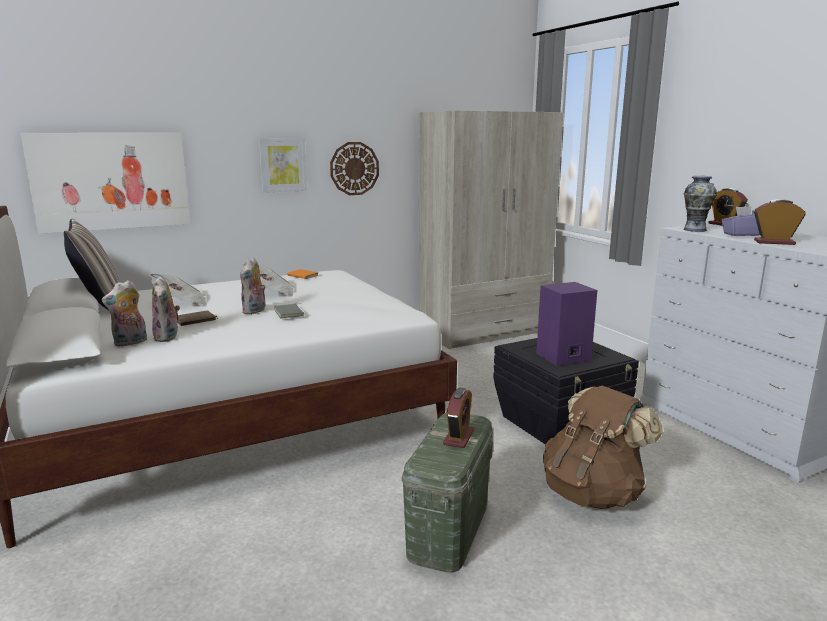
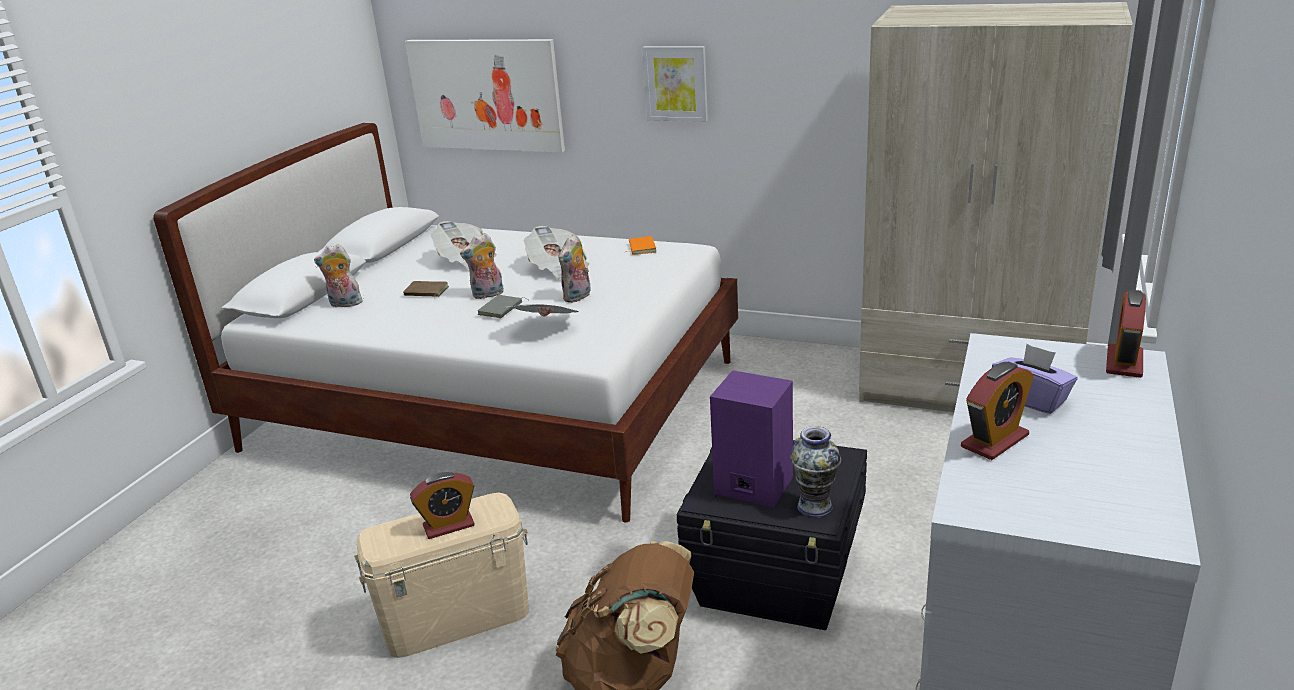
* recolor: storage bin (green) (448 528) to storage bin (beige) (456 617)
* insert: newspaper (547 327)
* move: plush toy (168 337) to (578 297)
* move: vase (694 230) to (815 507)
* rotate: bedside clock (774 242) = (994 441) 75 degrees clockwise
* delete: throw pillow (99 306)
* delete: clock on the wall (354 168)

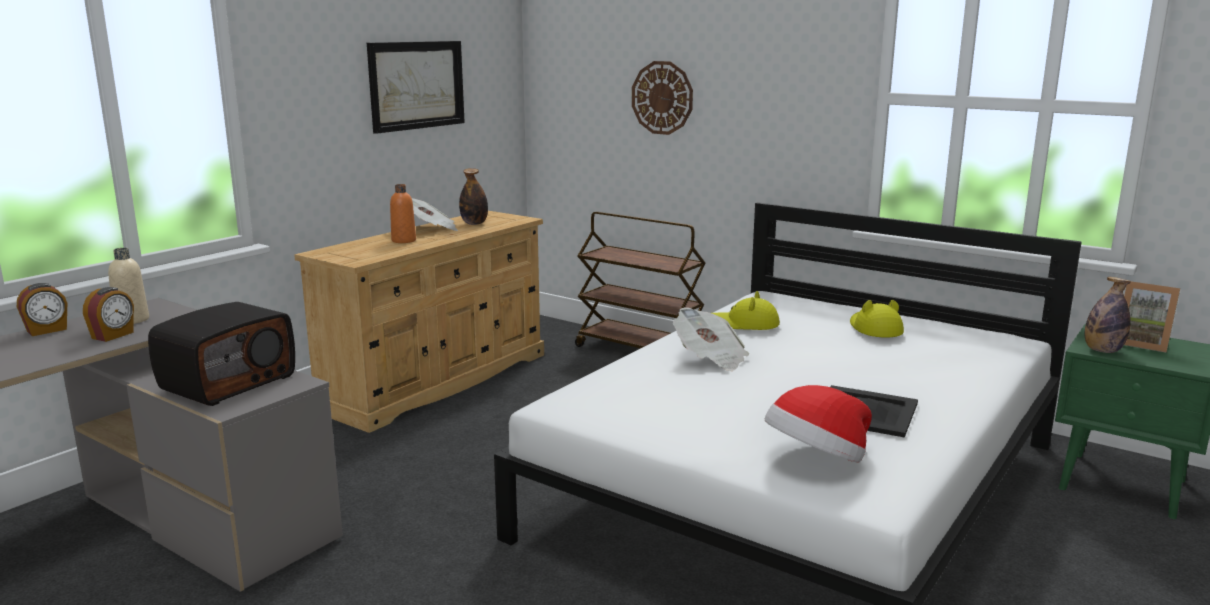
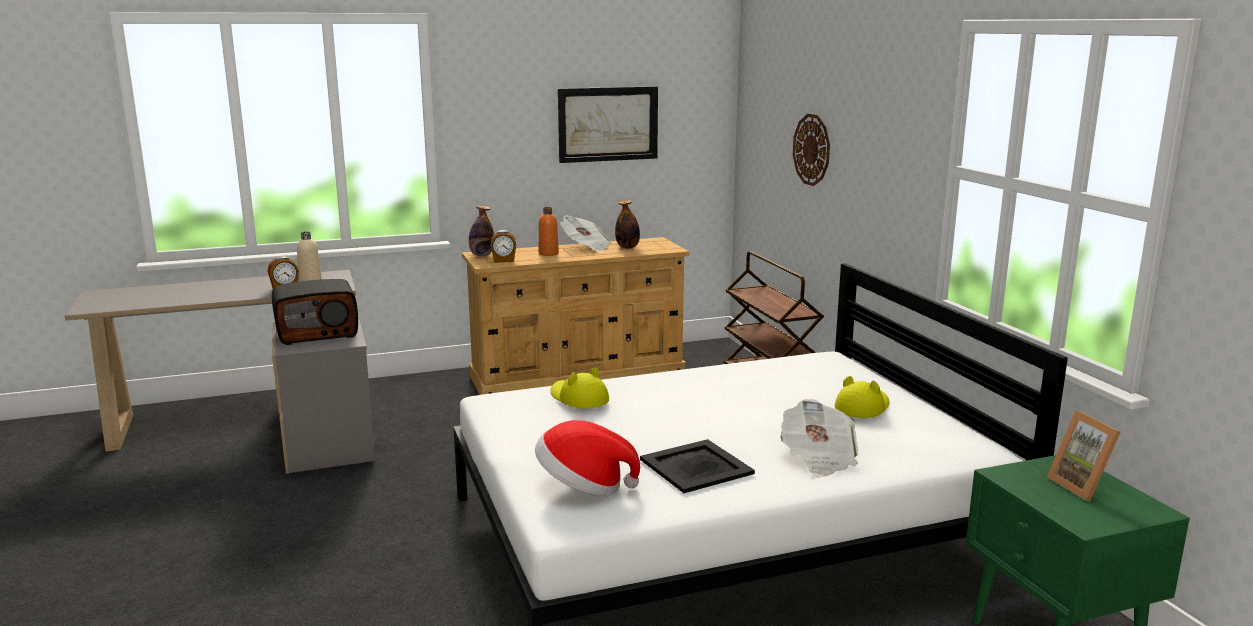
* move: beverage bottle (1102 351) to (481 255)
* move: bedside clock (47 330) to (503 261)
* move: hat (yellowish) (743 324) to (578 398)
* move: newspaper (710 358) to (818 458)

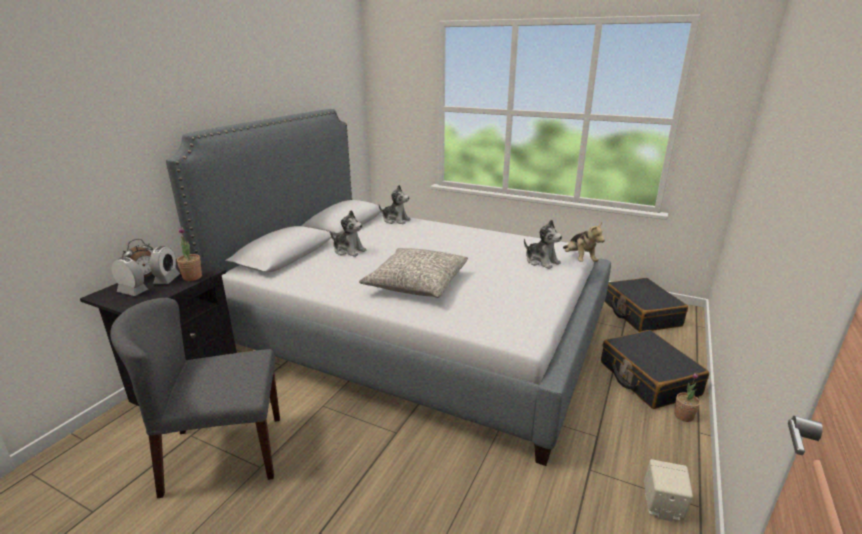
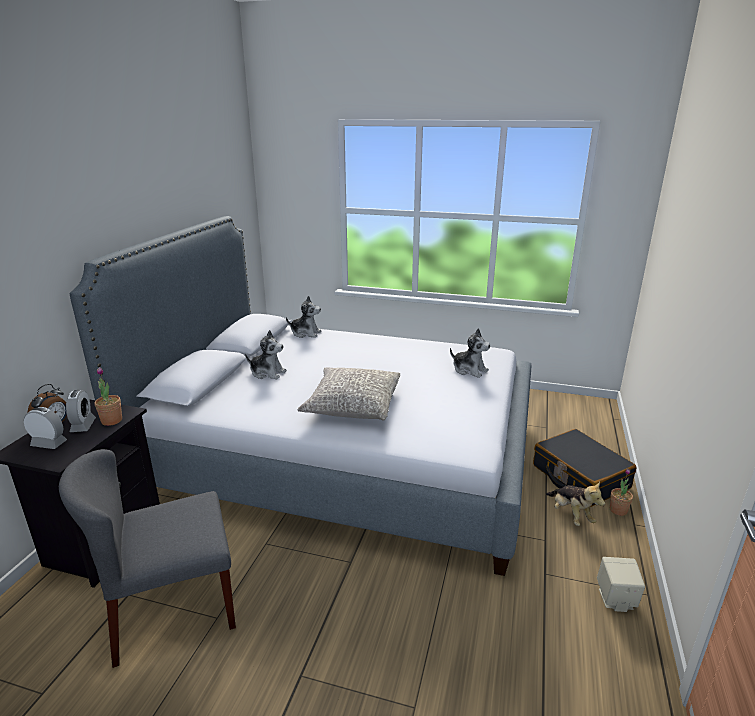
* move: plush toy (579 259) to (570 515)
* delete: piece of luggage (black-coloured) (640 313)

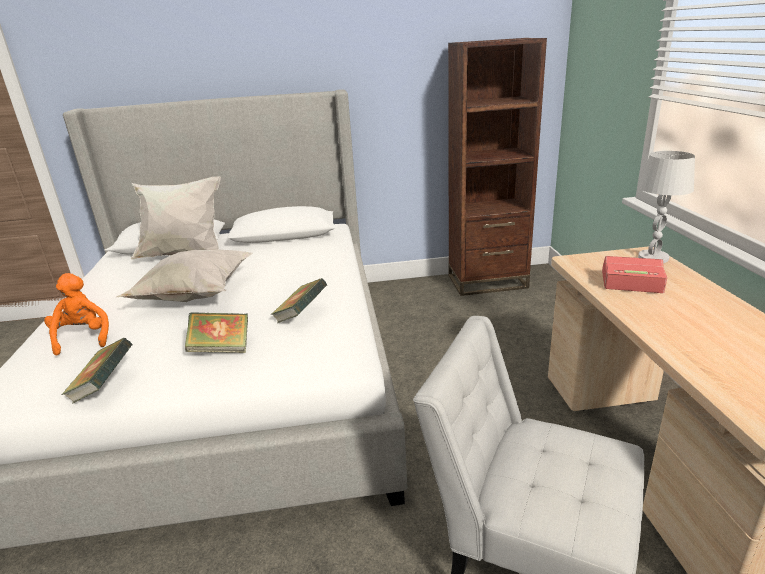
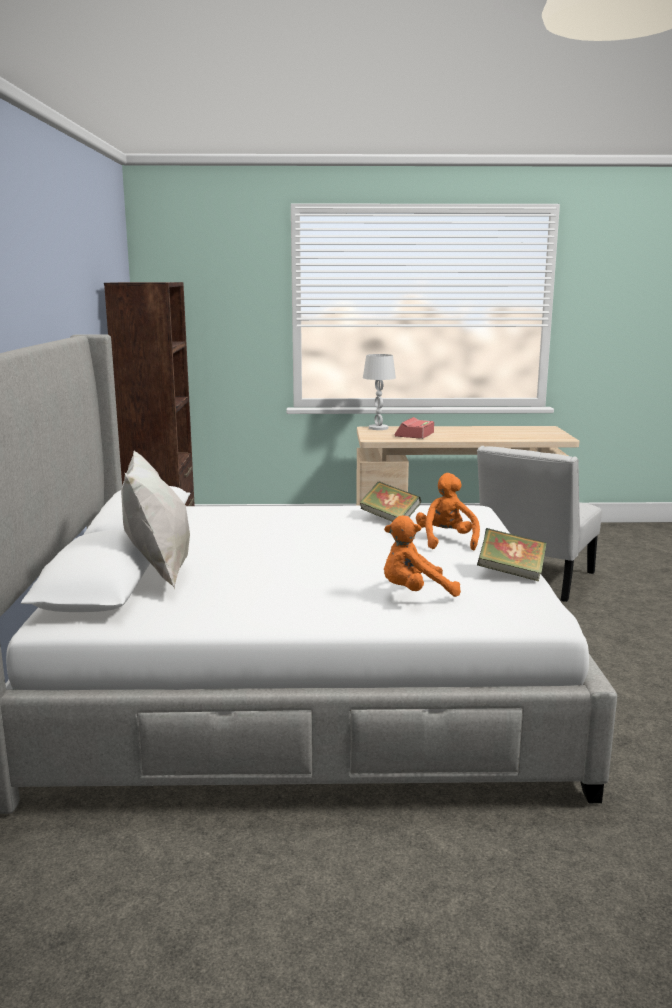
* replace: bound book (221 348) to plush toy (orange) (446 541)
* delete: throw pillow (white) (194 296)

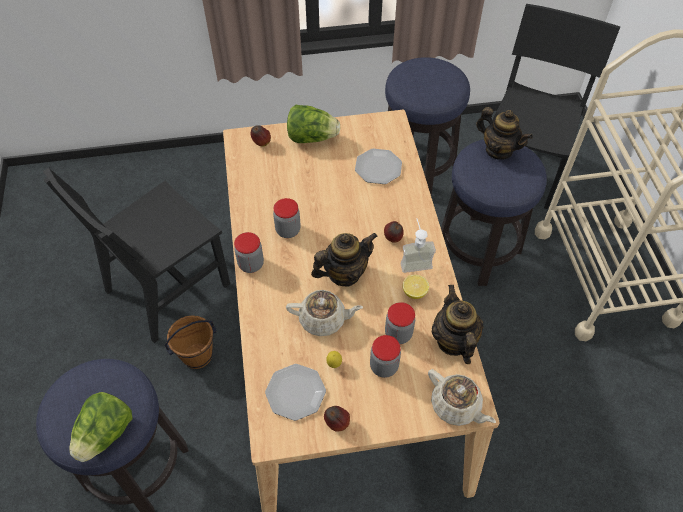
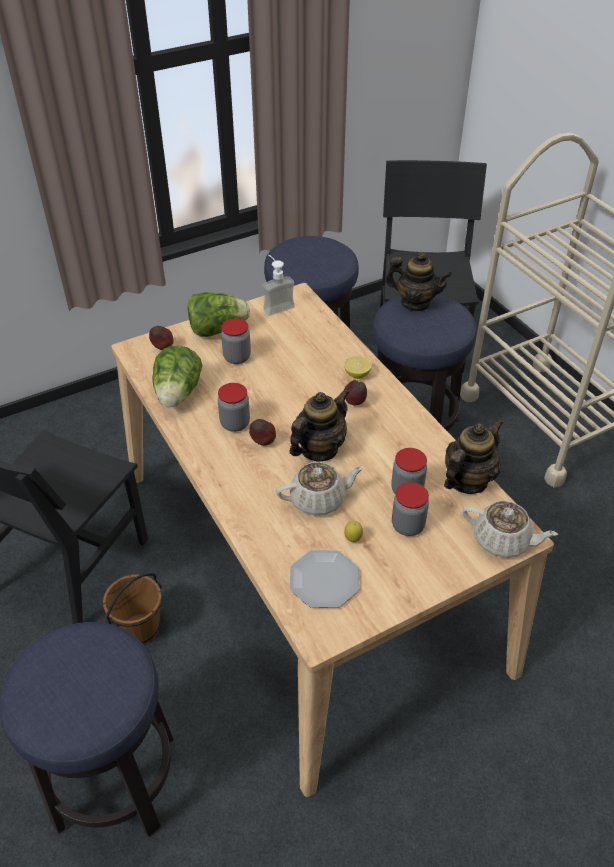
* move: lettuce head (106 434) to (178 394)
* move: preserve jar (251 264) to (237 357)
* move: whole apple (337 424) to (263 442)
* move: soap bottle (414 261) to (276 305)
* move: whole lemon (414 292) to (357 374)
* rotate: pot for tea (453 341) = (467 480) 75 degrees clockwise
* delete: flat dish (378 167)

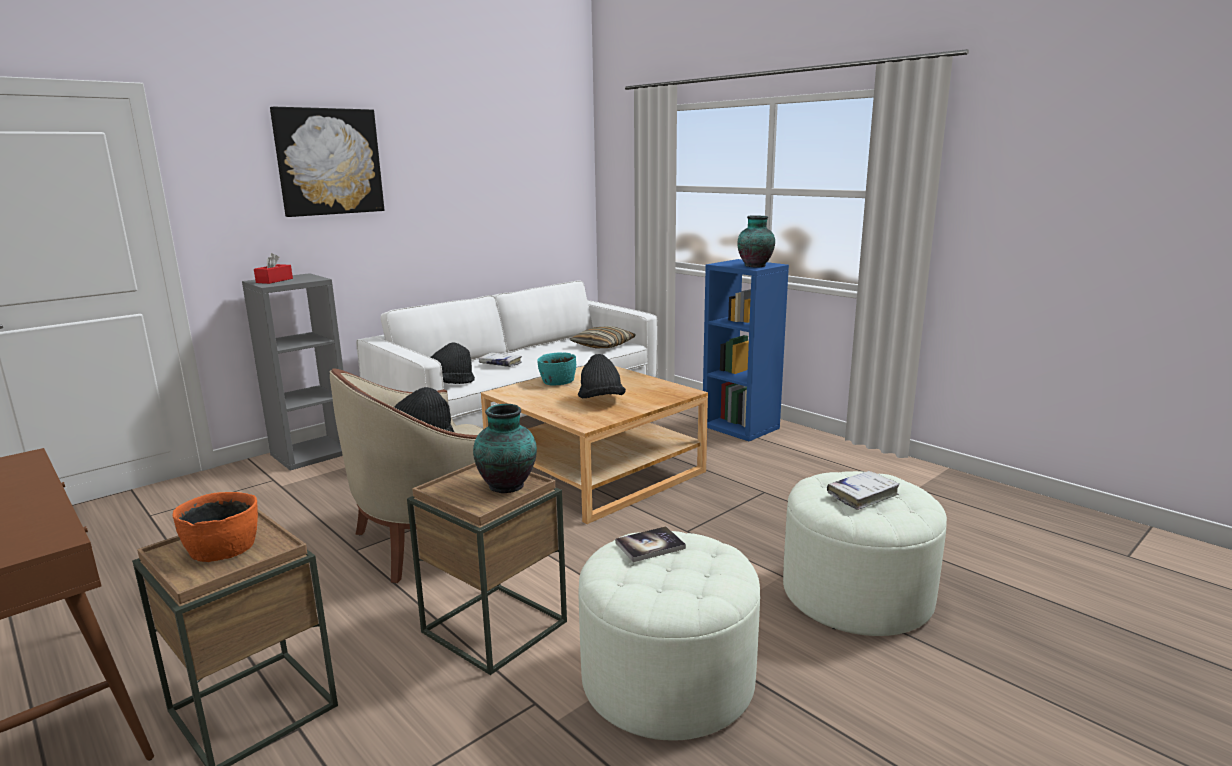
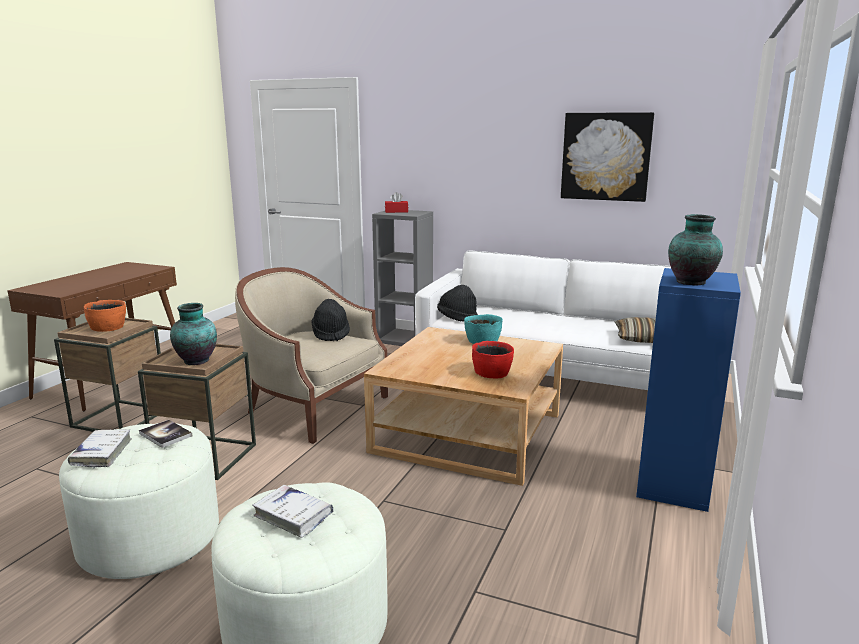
* move: bound book (white) (500 364) to (102 453)
* insert: deep dish (red) (492 372)
* move: wall picture (329 162) to (606 156)
* delete: hat (black-coloured) (601 401)

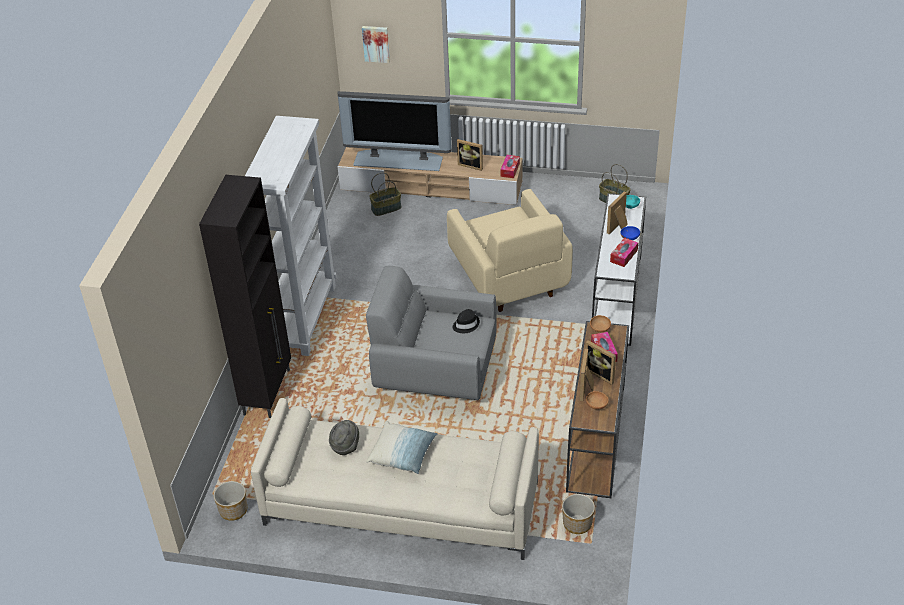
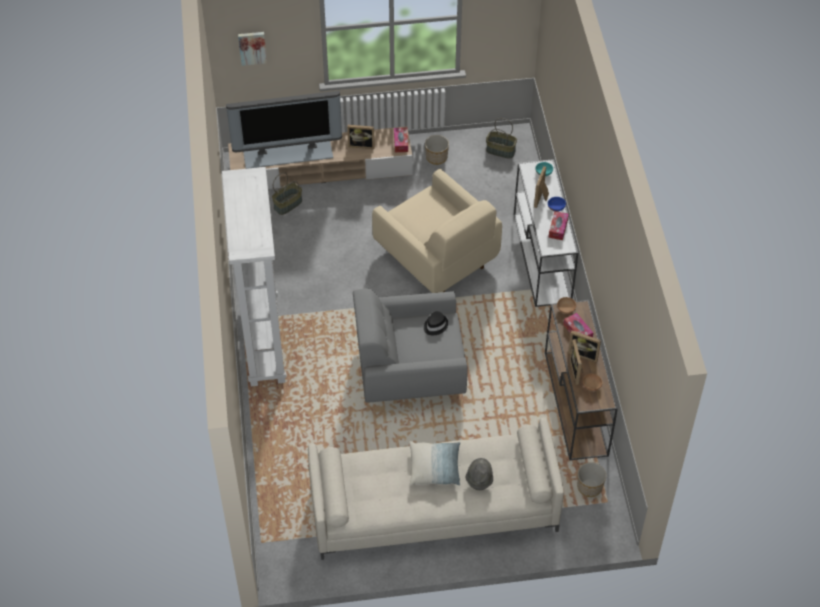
* move: planter (233 510) to (436 158)
* move: hat (gray) (345 446) to (479 480)
* delete: storage cabinet (black-coloured) (268 391)

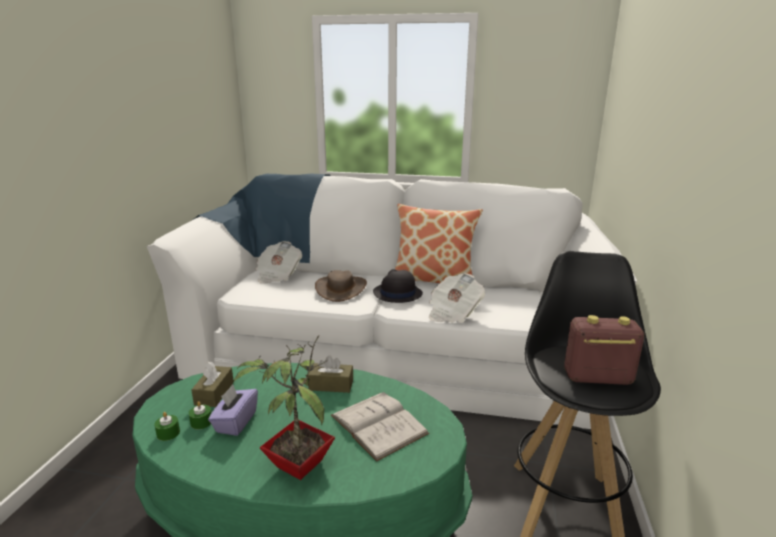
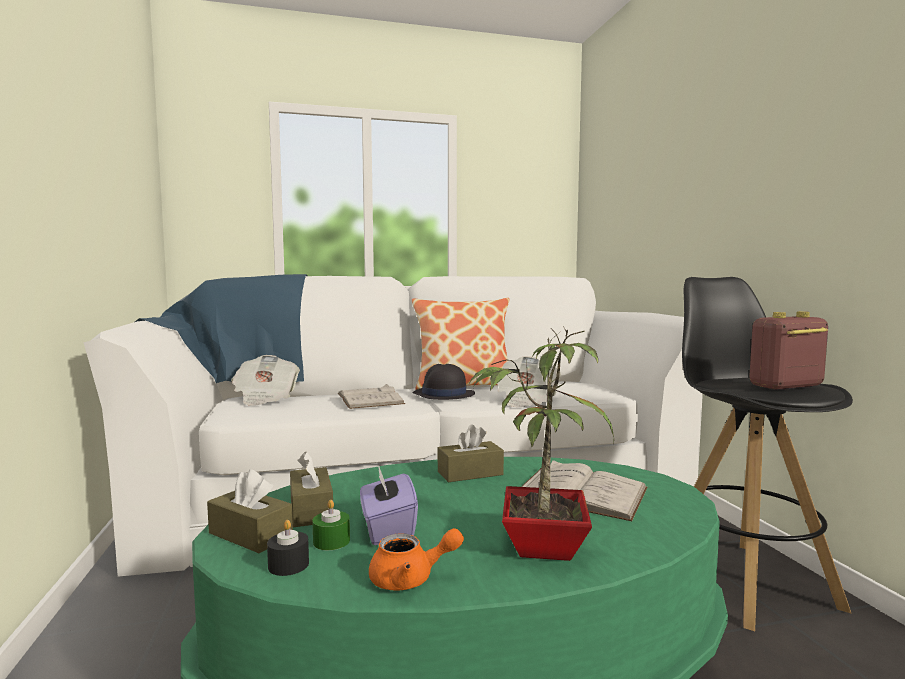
* insert: tissue holder (brownish) (250 535)
* recolor: candle (green) (168 433) to candle (black-coloured) (288 565)
* replace: hat (brownish) (341 289) to bound book (white) (369 398)
* insert: pot for tea (orange) (410 579)

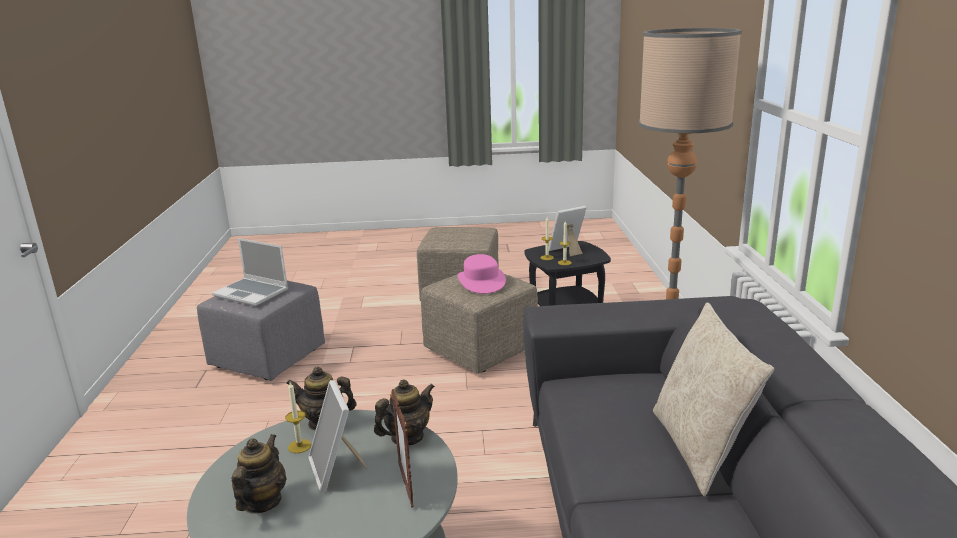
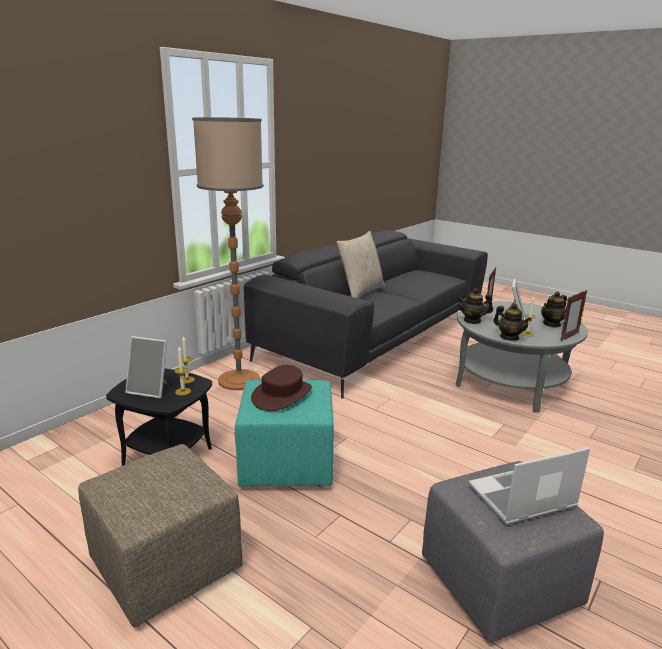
* recolor: footrest (beige) (480 351) to footrest (blue-green) (288 463)
* recolor: hat (pinkish) (481 281) to hat (brownish) (282 395)
* rotate: laptop (252 293) = (521 498) 90 degrees counterclockwise
* insert: photo frame (569 337)

